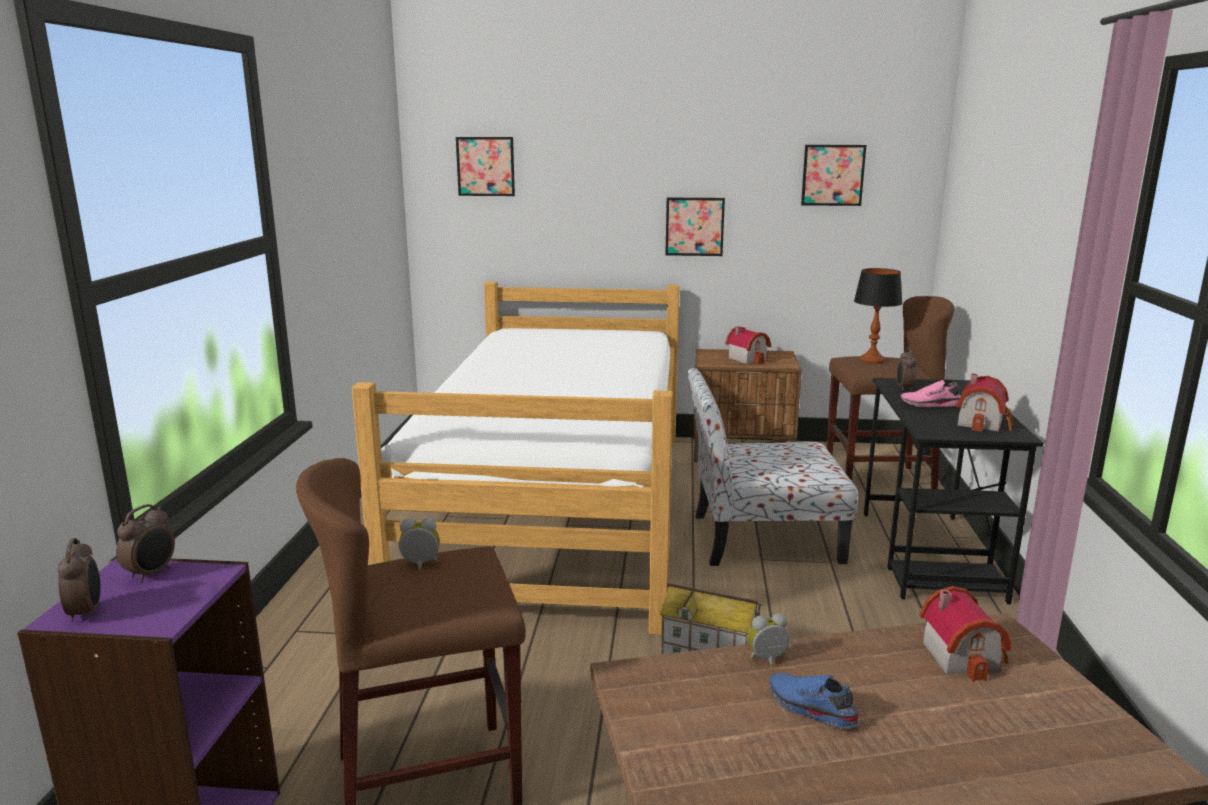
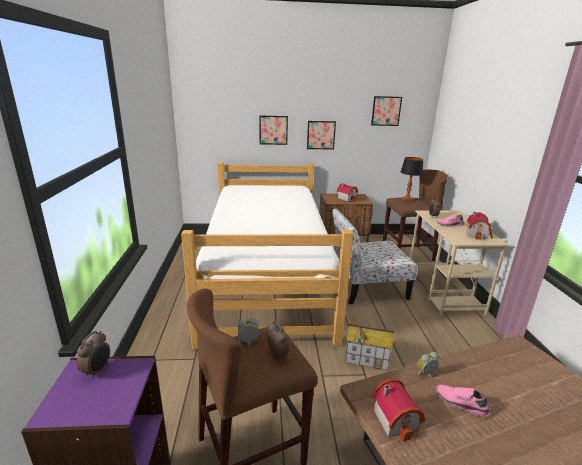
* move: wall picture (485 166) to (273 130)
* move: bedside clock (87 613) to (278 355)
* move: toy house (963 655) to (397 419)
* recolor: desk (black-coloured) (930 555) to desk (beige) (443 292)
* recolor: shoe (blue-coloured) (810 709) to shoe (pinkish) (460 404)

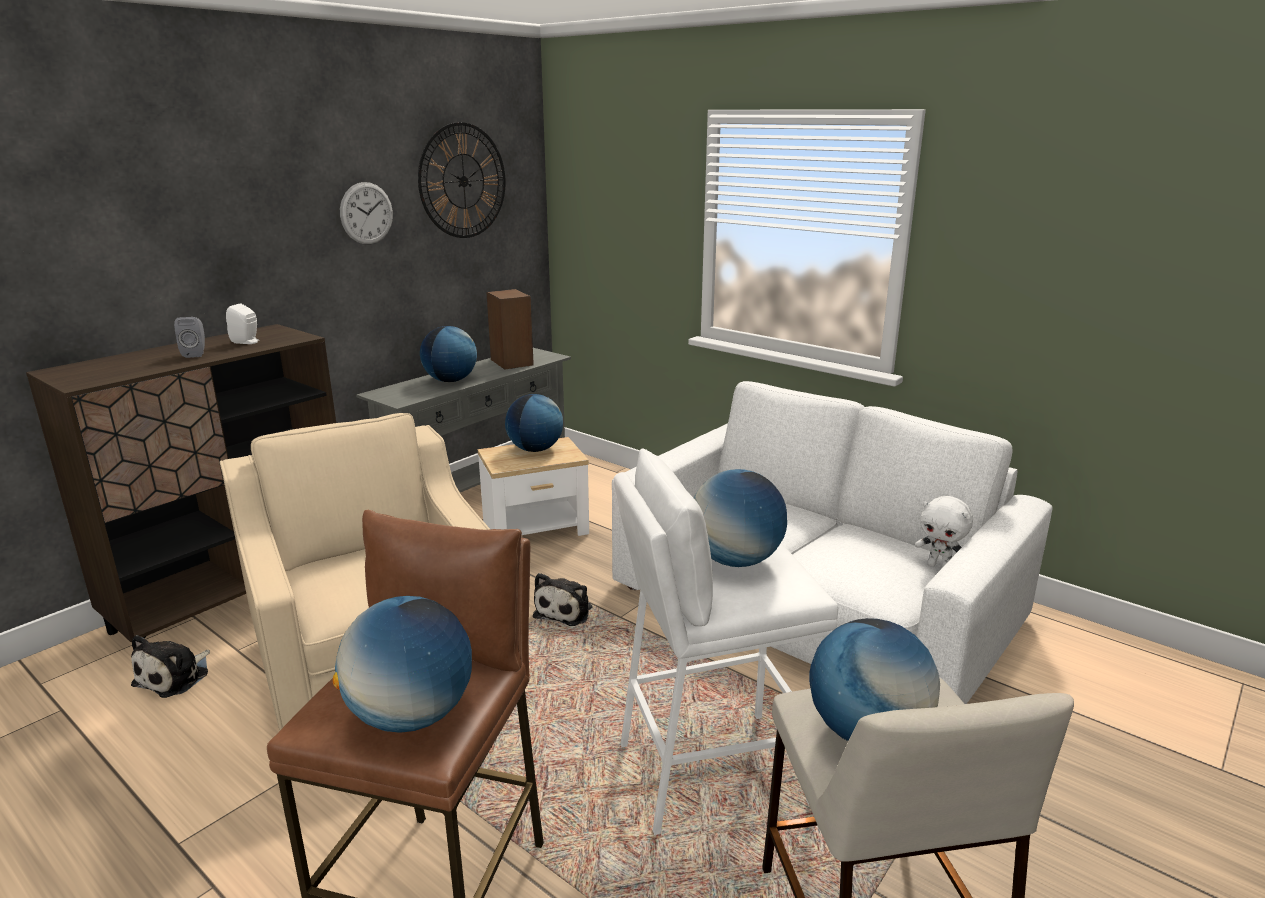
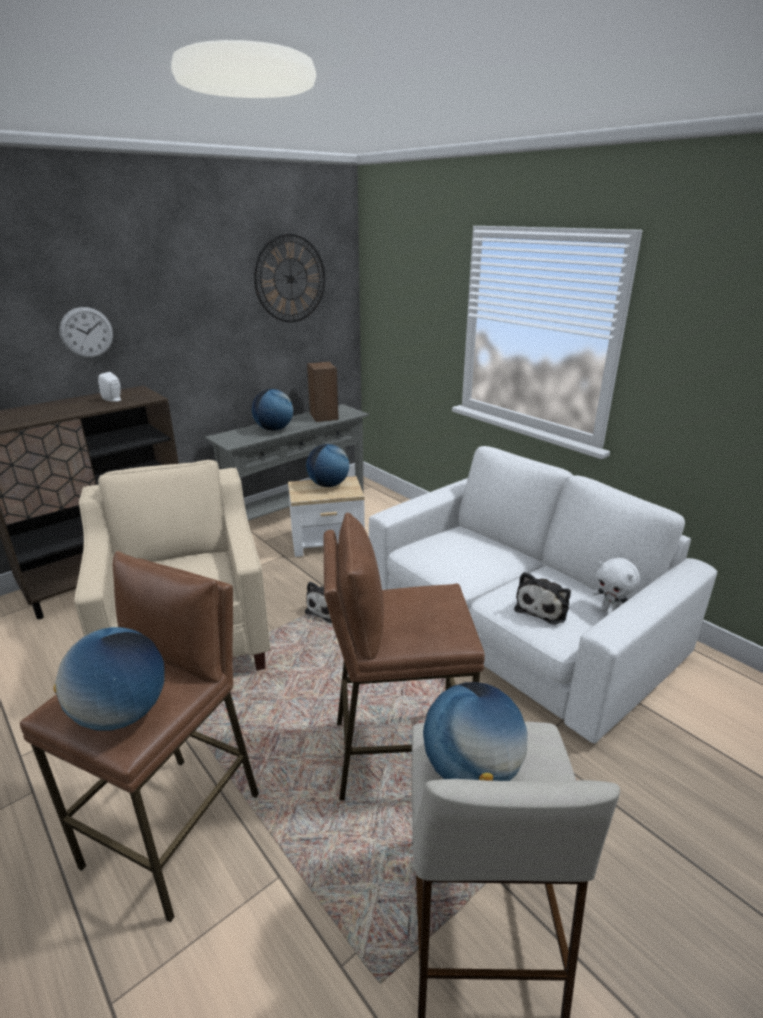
* move: clock on the wall (366 213) to (86 333)
* recolor: stool seat (white) (711 772) to stool seat (brownish) (397 754)
* move: plush toy (175 677) to (543 608)
* delete: speaker (gray) (195 354)
* delete: desk globe (735 560)

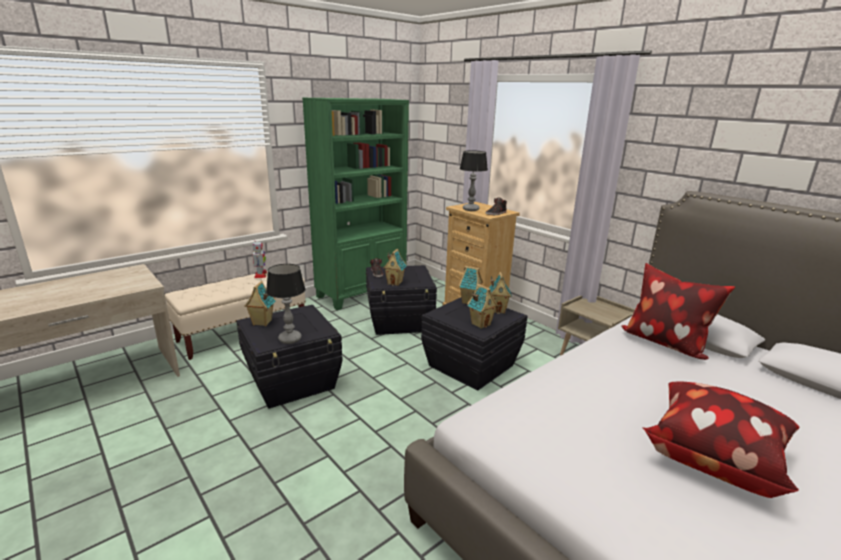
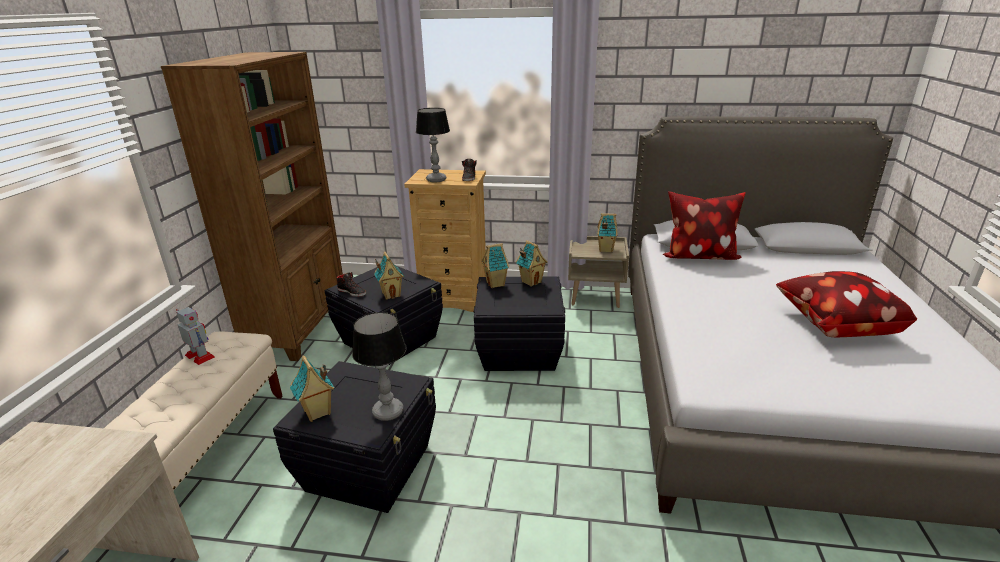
* recolor: shelving unit (green) (362 293) to shelving unit (brownish) (299 327)
* move: toy house (480 324) to (605 249)

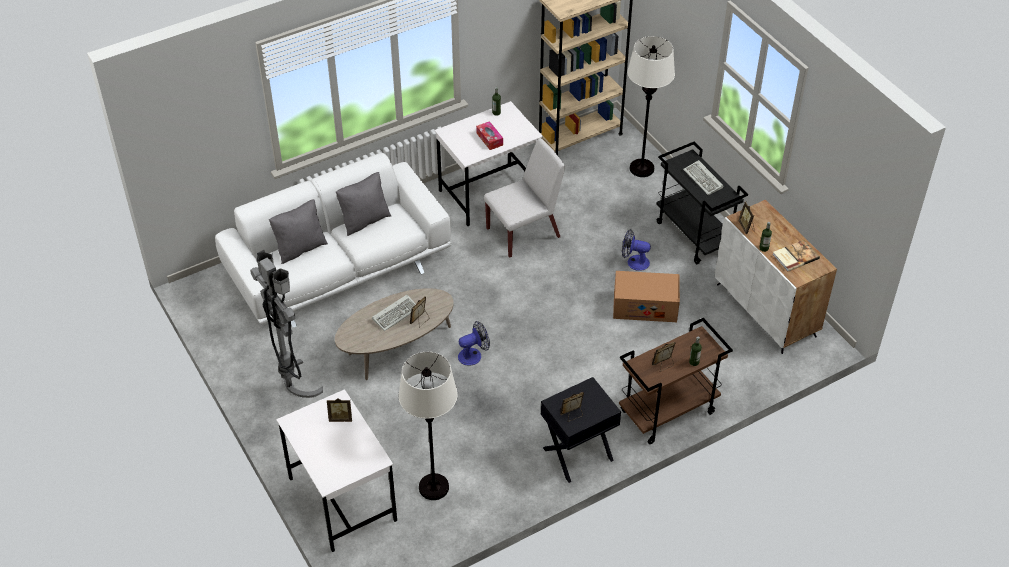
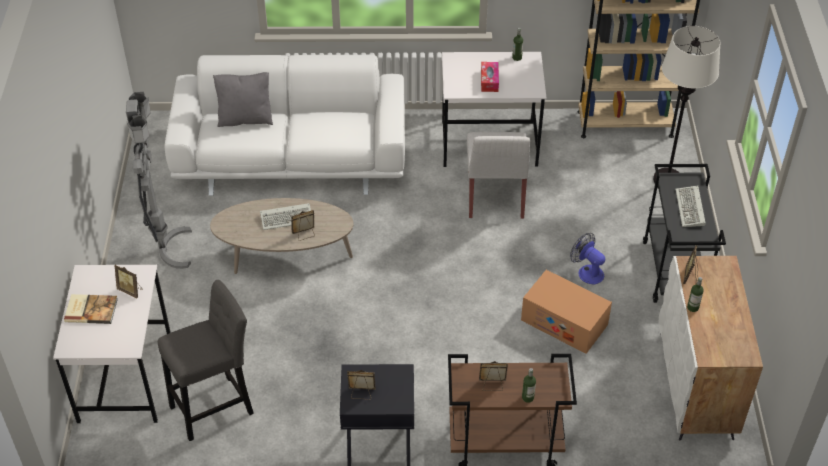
* move: bound book (794 256) to (91 309)
* replace: standing lamp (white) (434 487) to stool seat (gray) (216 407)
* rotate: chair (white) (524 232) = (495 195) 90 degrees clockwise
* delete: throw pillow (gray) (364 220)
* delete: cooling fan (473 355)

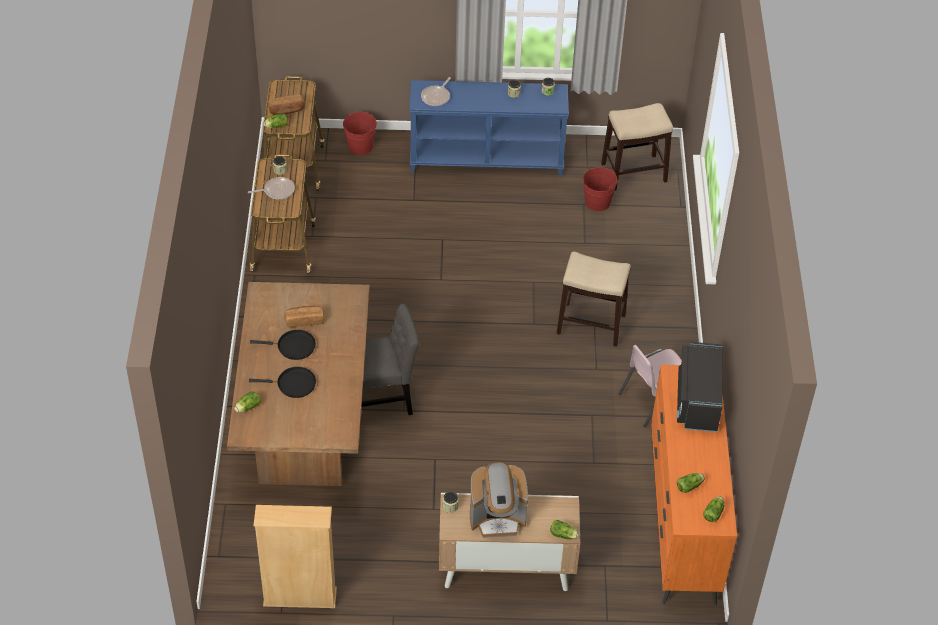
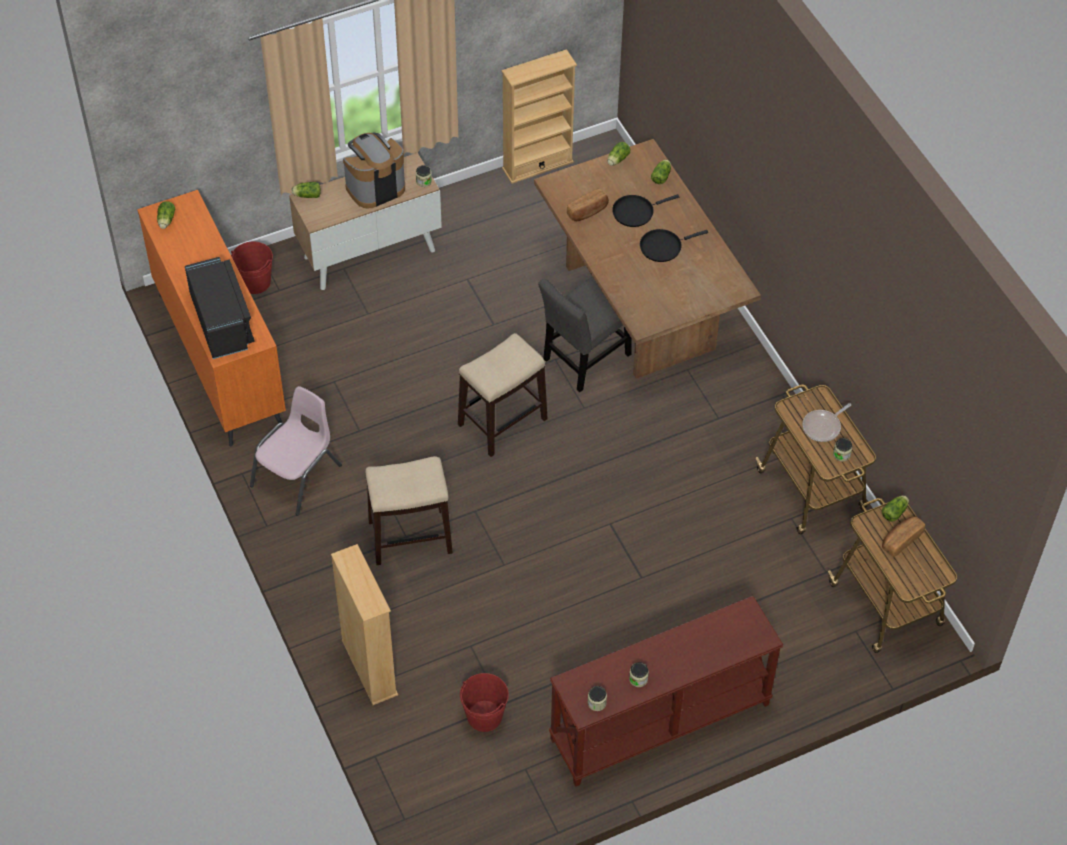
* move: water bucket (red) (360 146) to (255 282)
* insert: shelving unit (beige) (369 668)
* move: stool seat (633 172) to (503 421)
* recolor: narrow table (blue-coloured) (487 159) to narrow table (brownish) (660 723)
* move: bread (304 320) to (588 212)
* move: lettuce head (690 486) to (617 160)
* delete: pan (436 97)

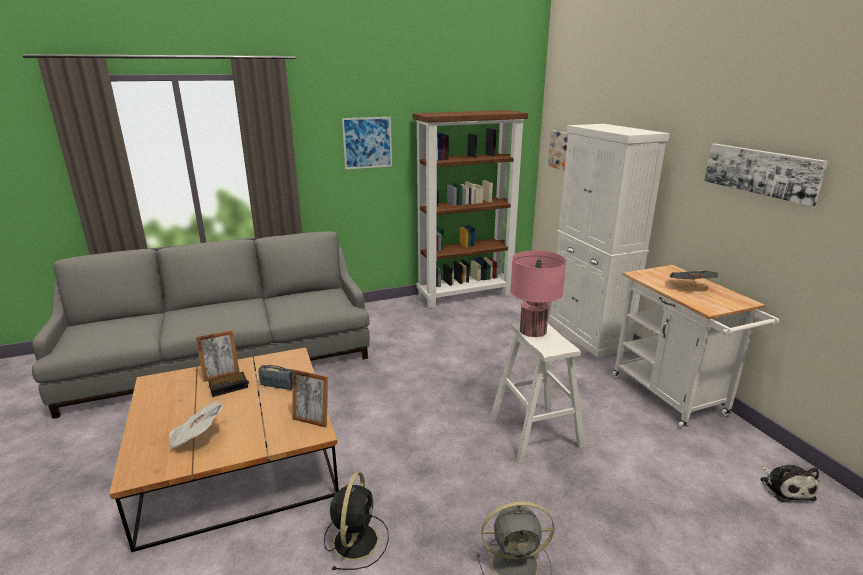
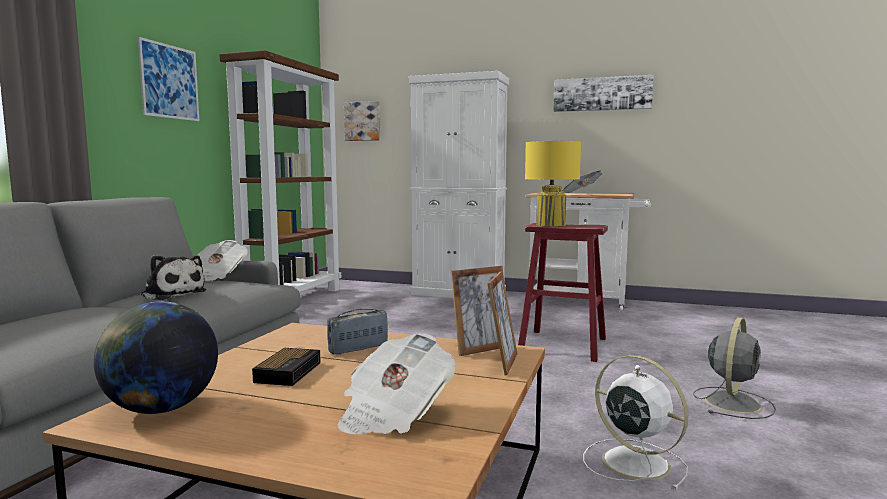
* insert: desk globe (161 409)
* move: plush toy (785 487) to (172 294)
* insert: newspaper (215 277)
* move: photo frame (221 375) to (502 363)
* recolor: stool seat (white) (535 433) to stool seat (red) (563 345)
* recolor: lamp for a table (pinkish) (533 330) to lamp for a table (yellowish) (551 224)
* recolor: cooling fan (black-coloured) (356 539) to cooling fan (white) (632 462)

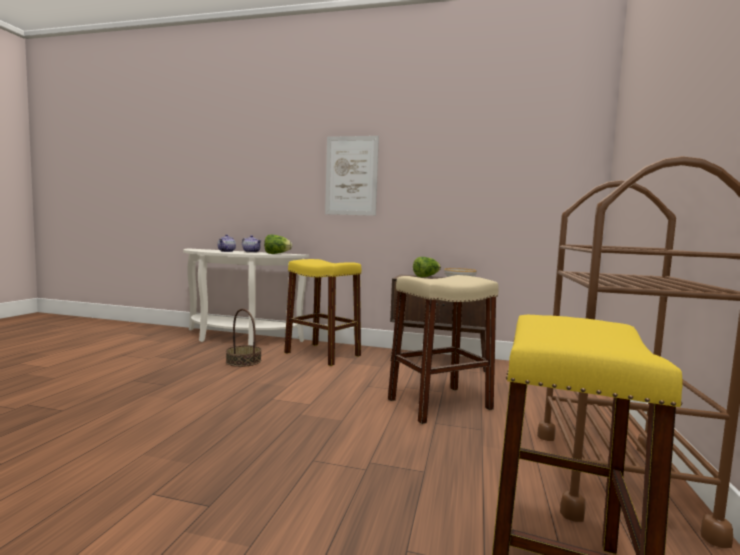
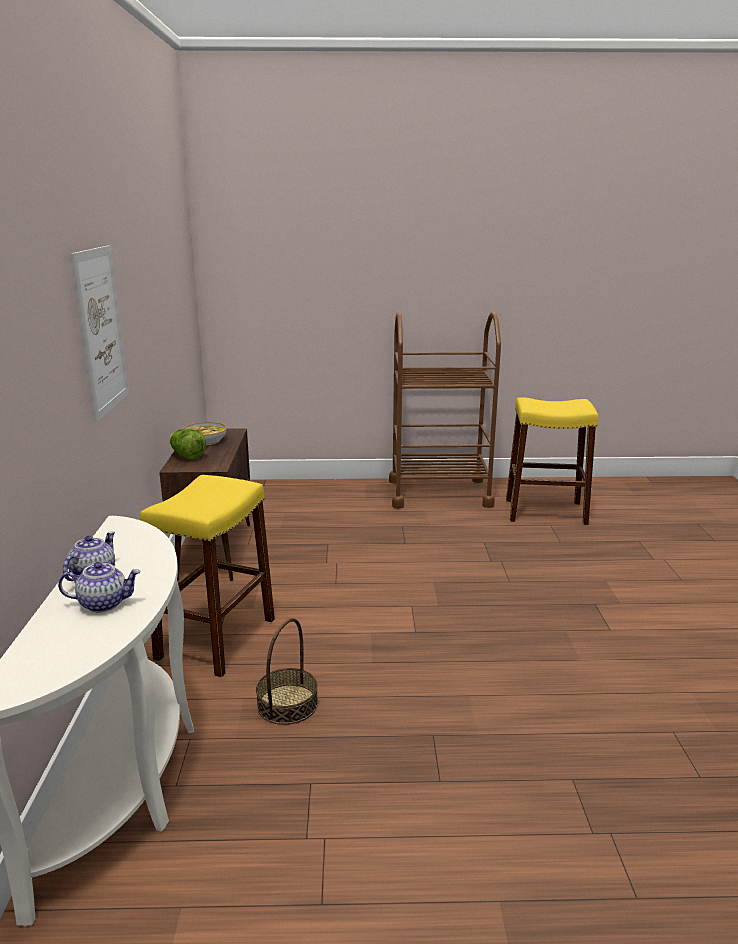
* delete: lettuce head (277 254)
* delete: stool seat (beige) (439 404)

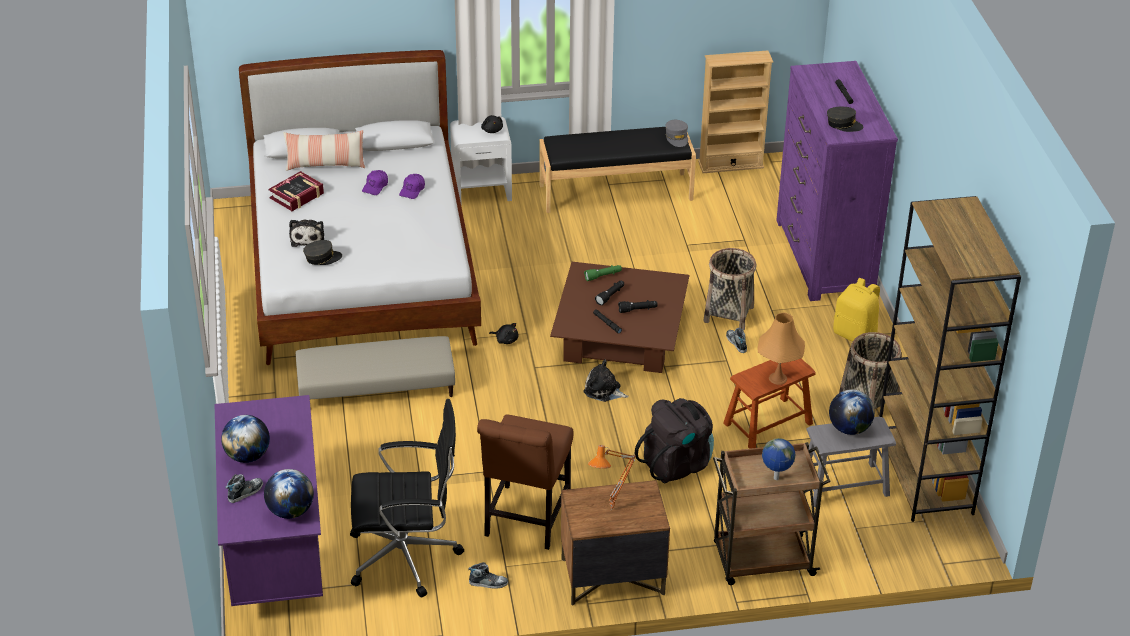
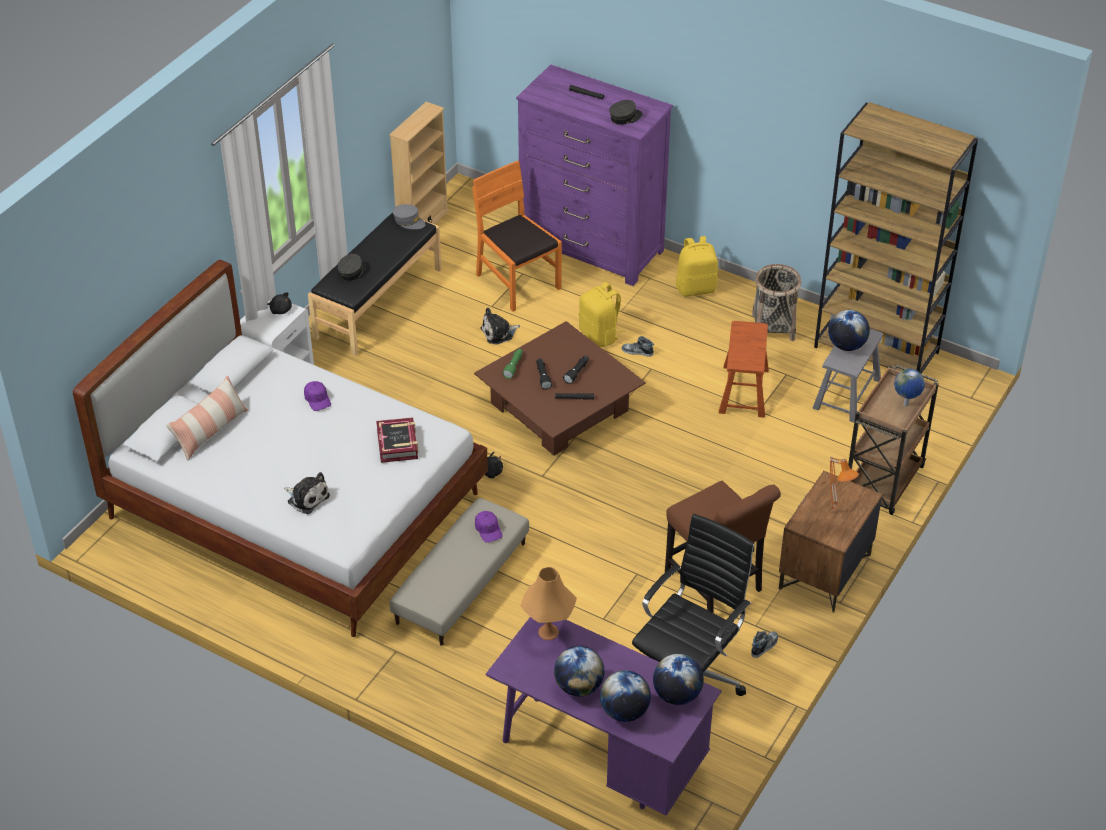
* move: cap (gray) (322 258) to (352 271)
* move: bound book (297 196) to (398 444)
* insert: chair (orange) (517 282)
* move: cap (purple-coloured) (375 186) to (488 529)
* move: plush toy (604 390) to (499 333)
* move: lamp for a table (orange) (778 378) to (548 632)
* replace: storage basket (728 314) to knapsack (yellowish) (600 335)
* replace: shoe (245 492) to desk globe (624 711)
* delete: knapsack (black-coloured) (677 464)

